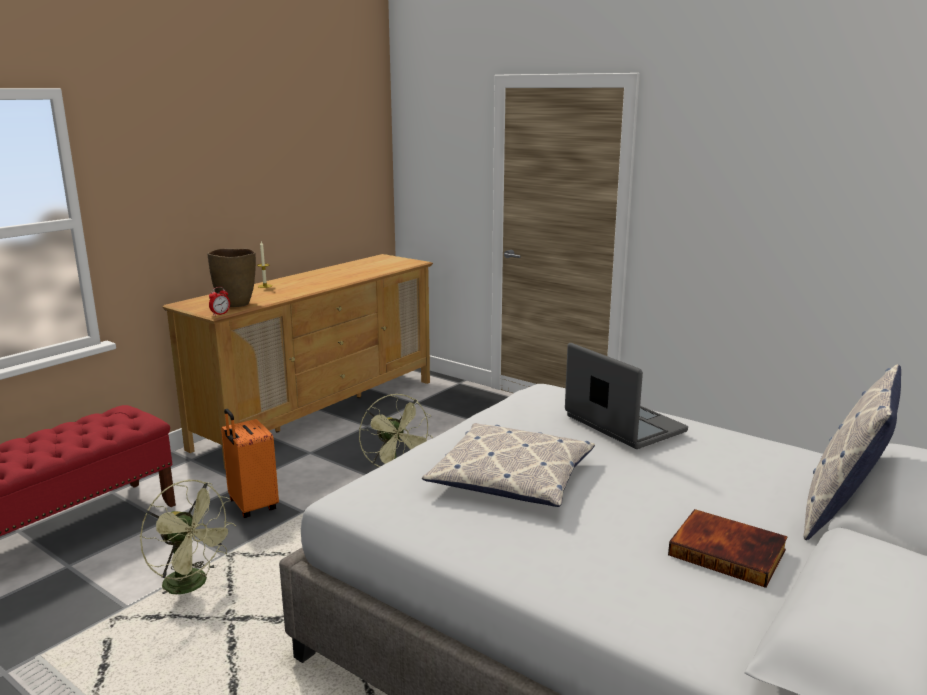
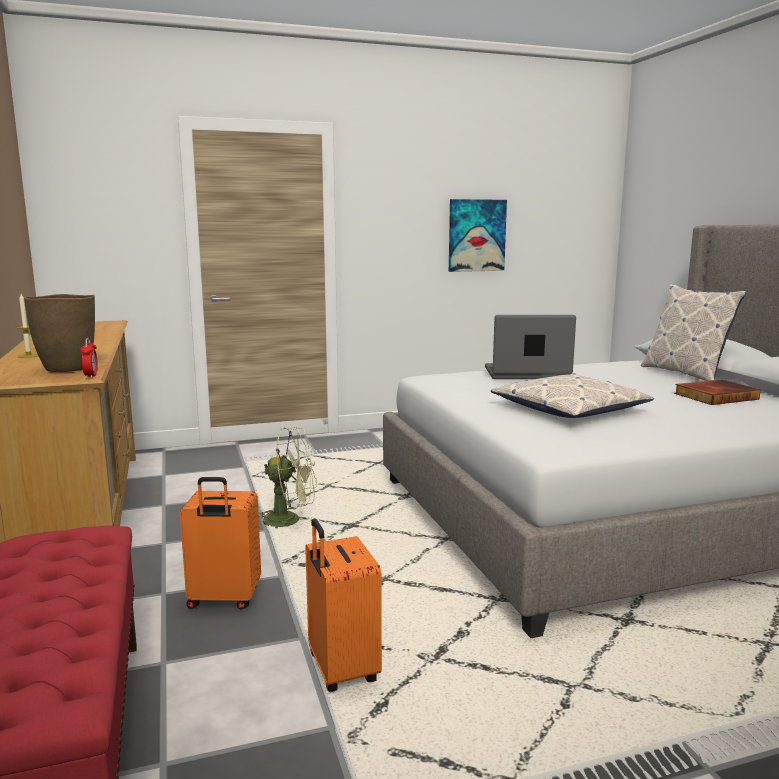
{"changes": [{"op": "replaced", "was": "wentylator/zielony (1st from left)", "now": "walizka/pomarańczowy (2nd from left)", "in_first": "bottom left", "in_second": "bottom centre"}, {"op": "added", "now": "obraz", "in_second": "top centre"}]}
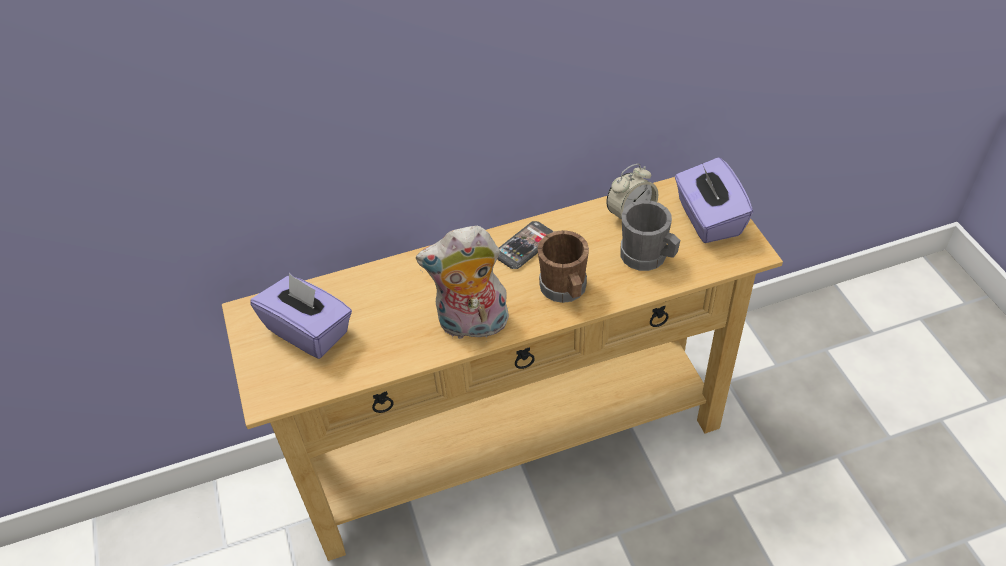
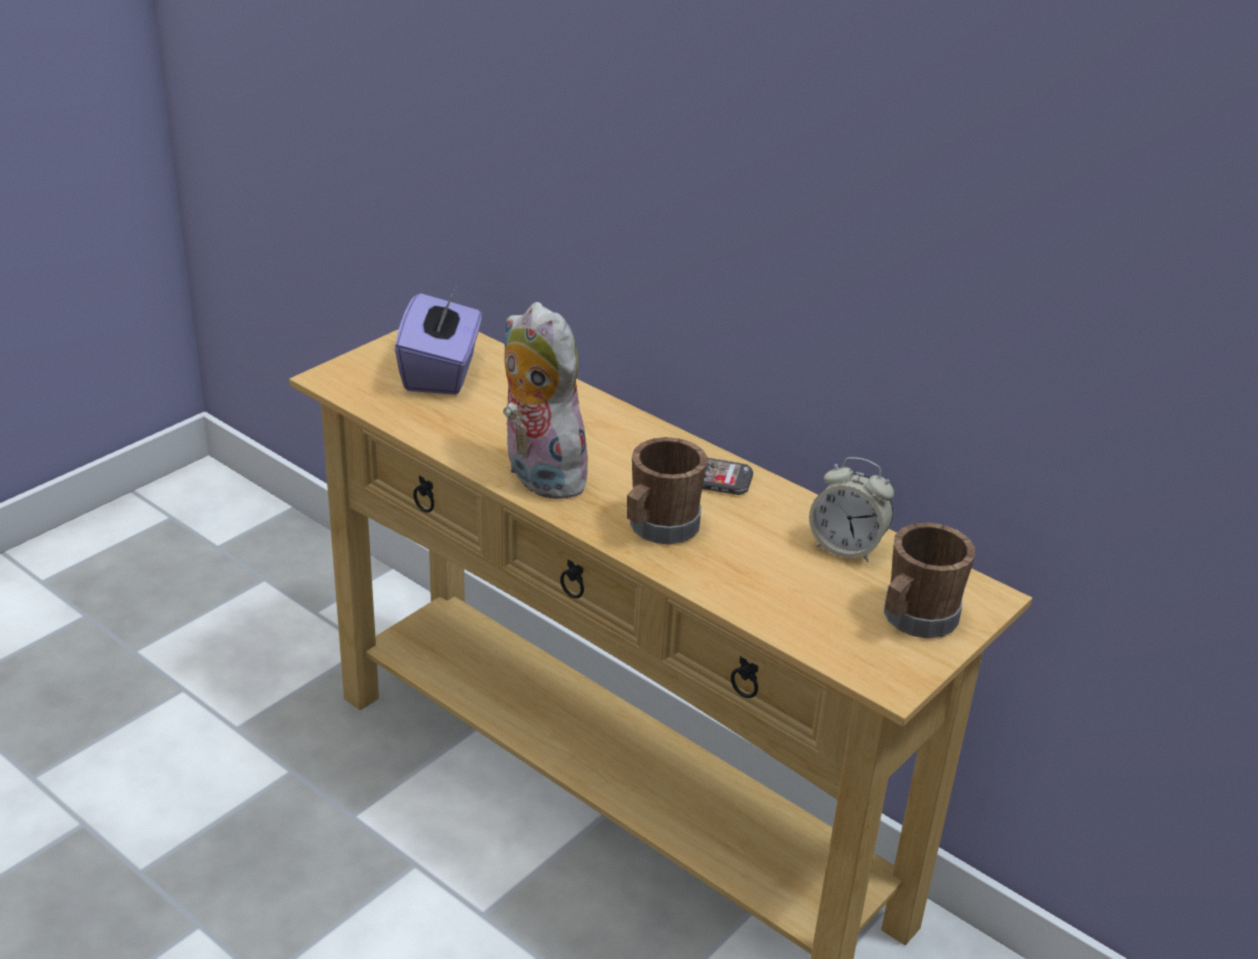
{"changes": [{"op": "replaced", "was": "pudełko chusteczek/fioletowy (2nd from left)", "now": "kubek/brązowy (2nd from left)", "in_first": "middle right", "in_second": "middle right"}, {"op": "removed", "was": "kubek/szary", "in_first": "centre"}]}
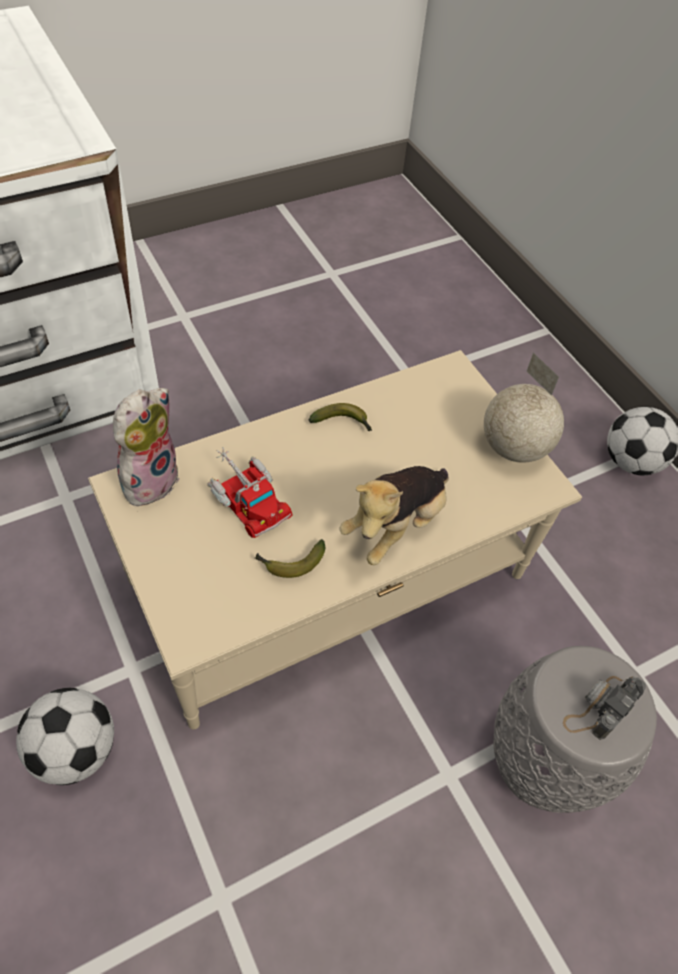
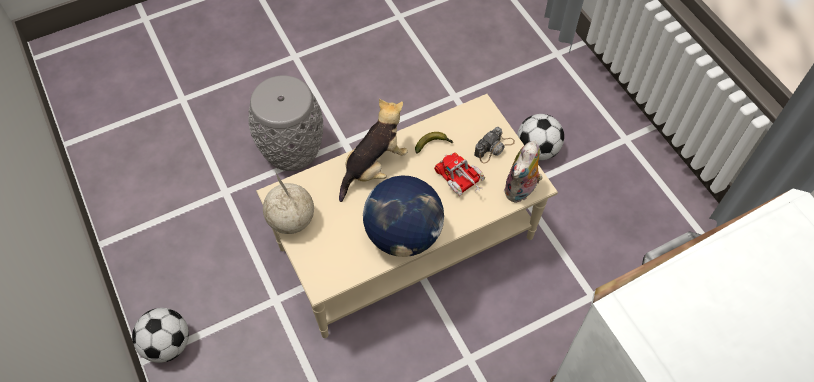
{"changes": [{"op": "replaced", "was": "banan (2nd from left)", "now": "globus (2nd from left)", "in_first": "centre", "in_second": "centre"}, {"op": "moved", "was": "aparat fotograficzny", "in_first": "bottom right", "in_second": "centre"}]}
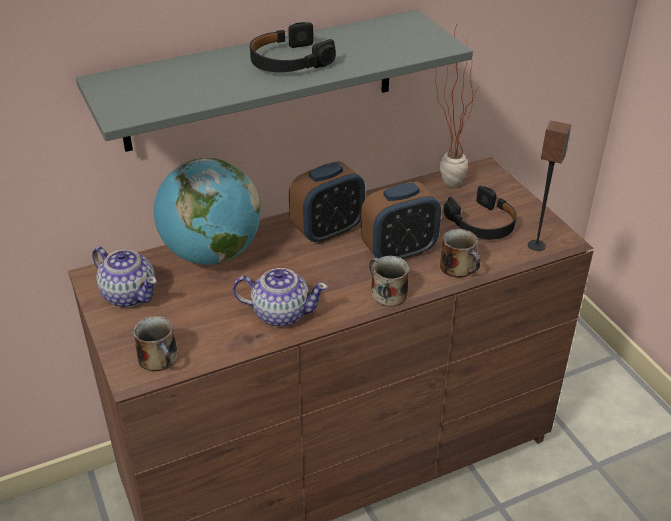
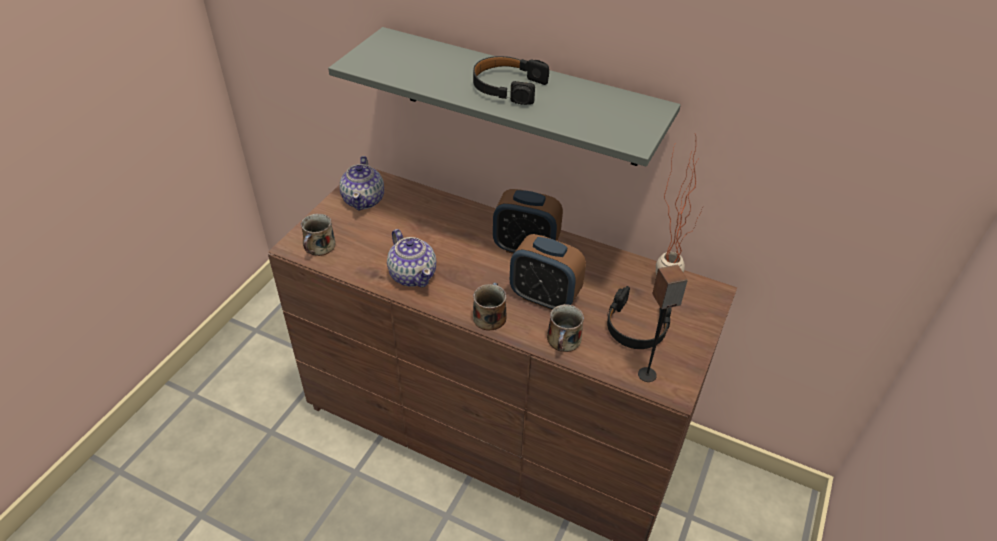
{"changes": [{"op": "removed", "was": "globus", "in_first": "middle left"}]}
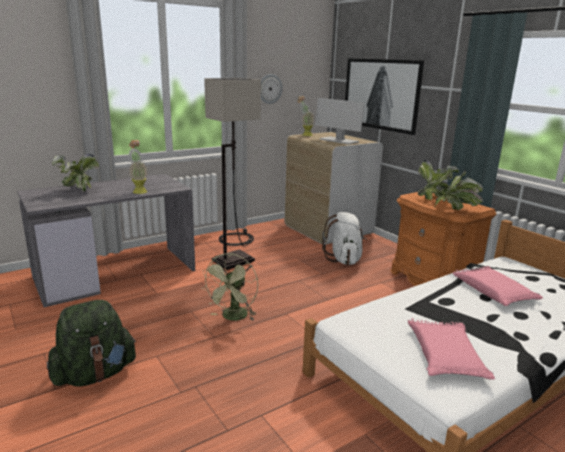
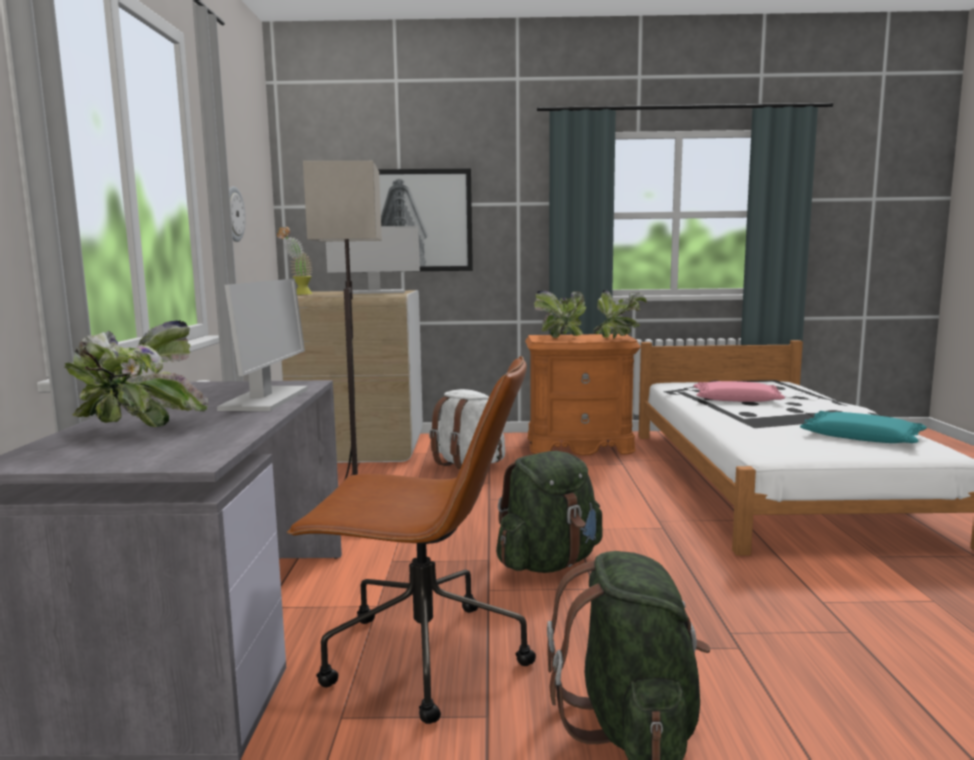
{"changes": [{"op": "replaced", "was": "roślina doniczkowa (2nd from left)", "now": "monitor (1st from left)", "in_first": "middle left", "in_second": "middle left"}, {"op": "replaced", "was": "wentylator/zielony", "now": "plecak/zielony (1st from left)", "in_first": "centre", "in_second": "bottom centre"}, {"op": "recoloured", "was": "poduszka/różowy (1st from left)", "now": "poduszka/turkusowy", "in_first": "bottom right", "in_second": "middle right"}, {"op": "added", "now": "krzesło biurowe/brązowy", "in_second": "bottom centre"}]}
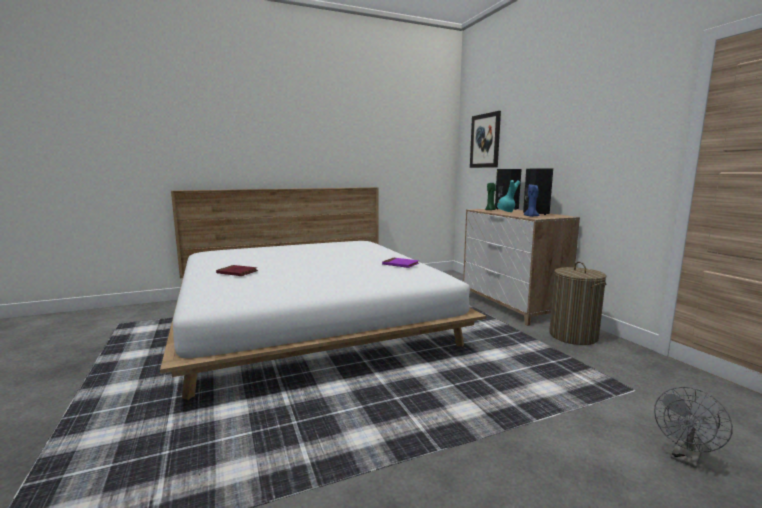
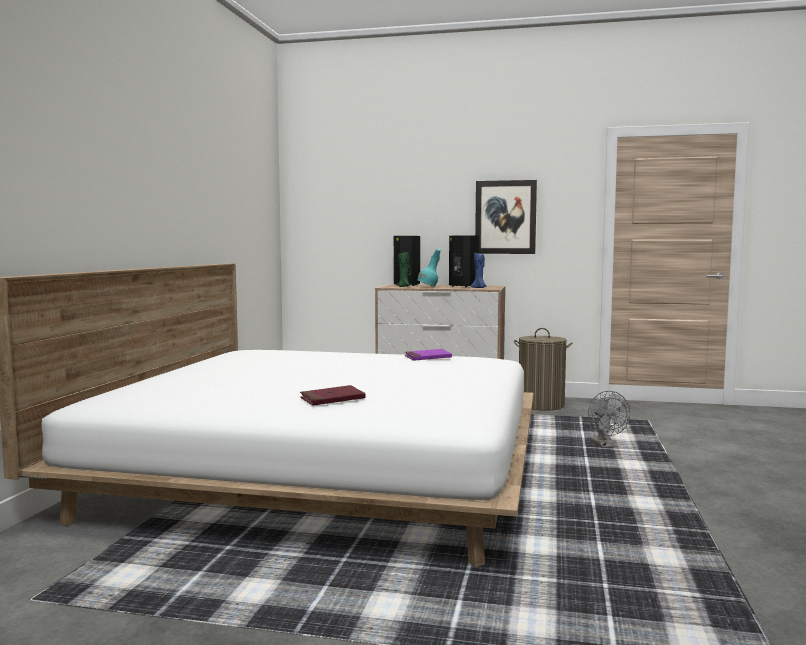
{"changes": [{"op": "moved", "was": "obraz", "in_first": "top centre", "in_second": "centre"}, {"op": "moved", "was": "wentylator/szary", "in_first": "bottom right", "in_second": "middle right"}]}
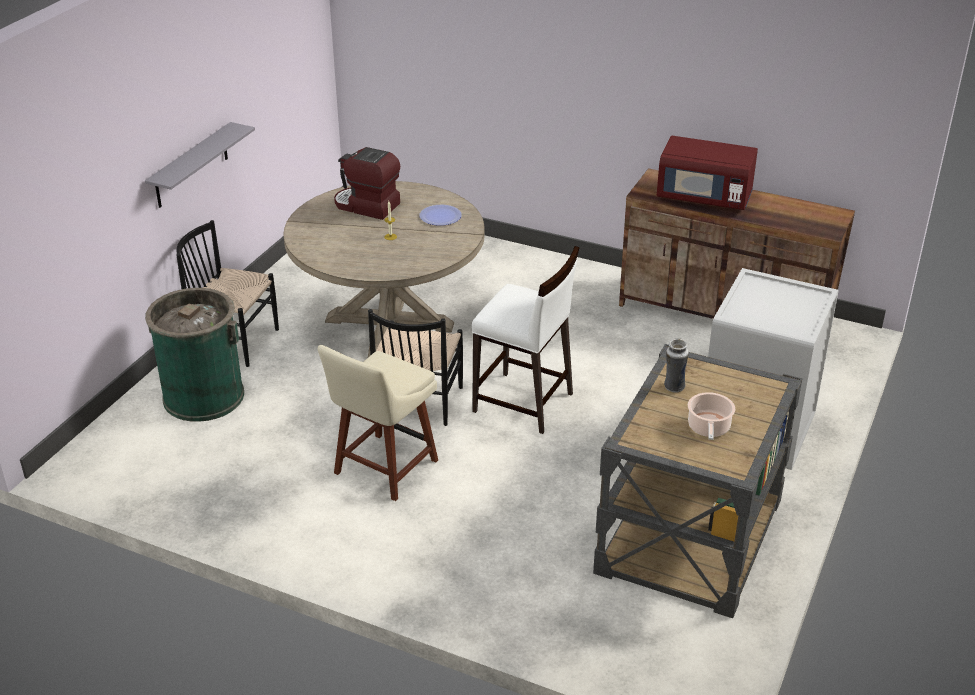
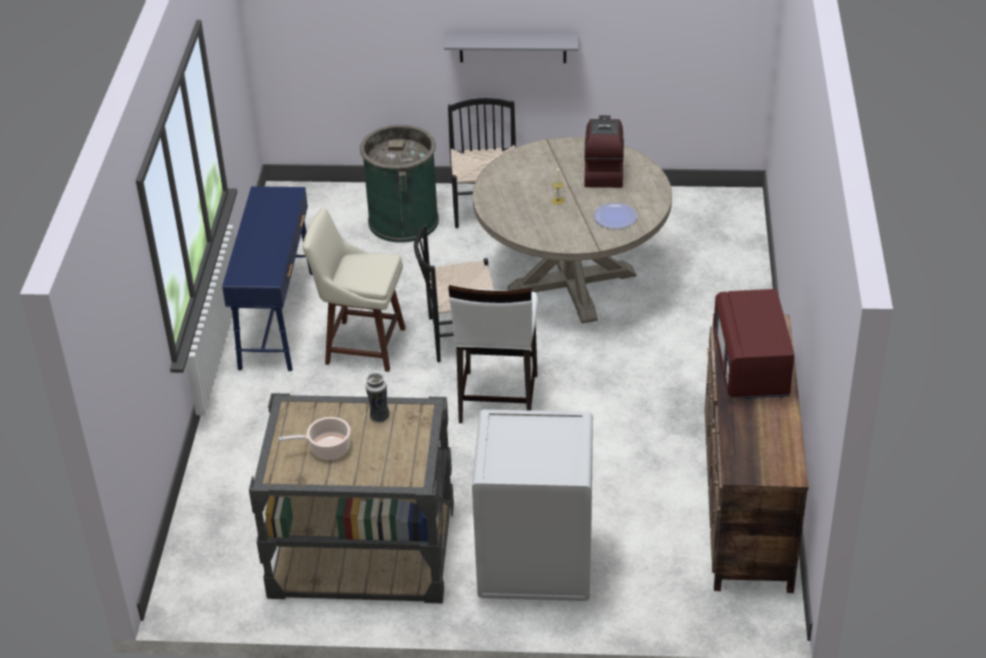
{"changes": [{"op": "added", "now": "stolik konsolowy/niebieski", "in_second": "middle left"}]}
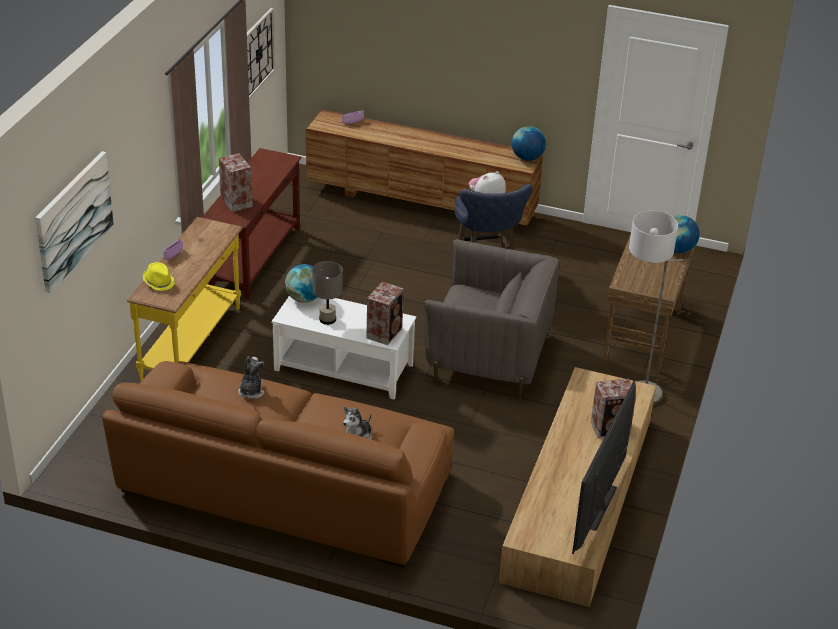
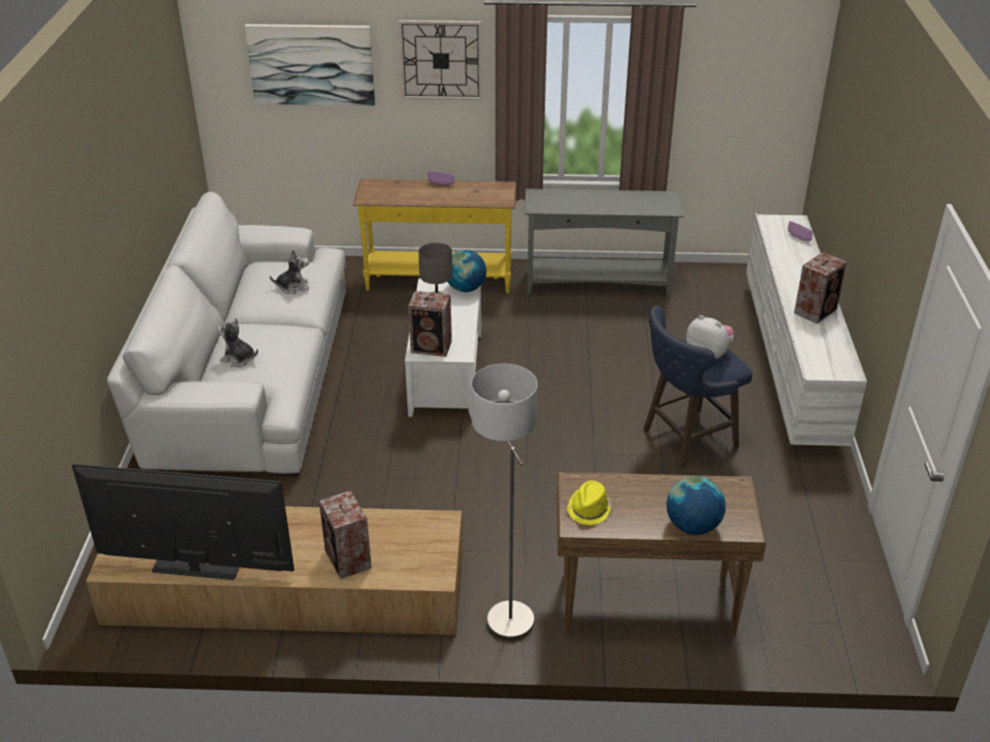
{"changes": [{"op": "moved", "was": "zegar ścienny", "in_first": "top left", "in_second": "top centre"}, {"op": "recoloured", "was": "szafka/brązowy", "now": "szafka/biały", "in_first": "top centre", "in_second": "middle right"}, {"op": "removed", "was": "globus (2nd from left)", "in_first": "top centre"}, {"op": "recoloured", "was": "stolik konsolowy/brązowy (1st from left)", "now": "stolik konsolowy/szary", "in_first": "middle left", "in_second": "top centre"}, {"op": "moved", "was": "głośnik (1st from left in the first image)", "now": "głośnik (3rd from left)", "in_first": "top left", "in_second": "middle right"}, {"op": "removed", "was": "fotel/szary", "in_first": "centre"}, {"op": "moved", "was": "kapelusz/żółty", "in_first": "middle left", "in_second": "bottom centre"}, {"op": "recoloured", "was": "kanapa/brązowy", "now": "kanapa/biały", "in_first": "bottom left", "in_second": "middle left"}]}
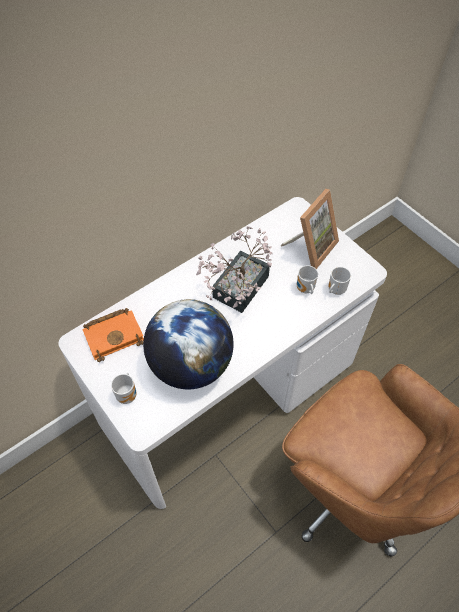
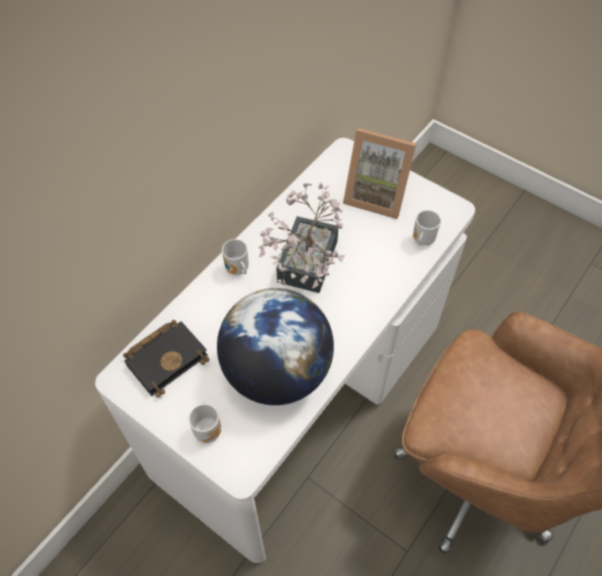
{"changes": [{"op": "turned", "was": "ramka na zdjęcie", "in_first": "middle right", "in_second": "top centre", "clockwise": 90}, {"op": "moved", "was": "kubek (2nd from left)", "in_first": "middle right", "in_second": "centre"}, {"op": "recoloured", "was": "książka/pomarańczowy", "now": "książka/czarny", "in_first": "middle left", "in_second": "middle left"}]}
